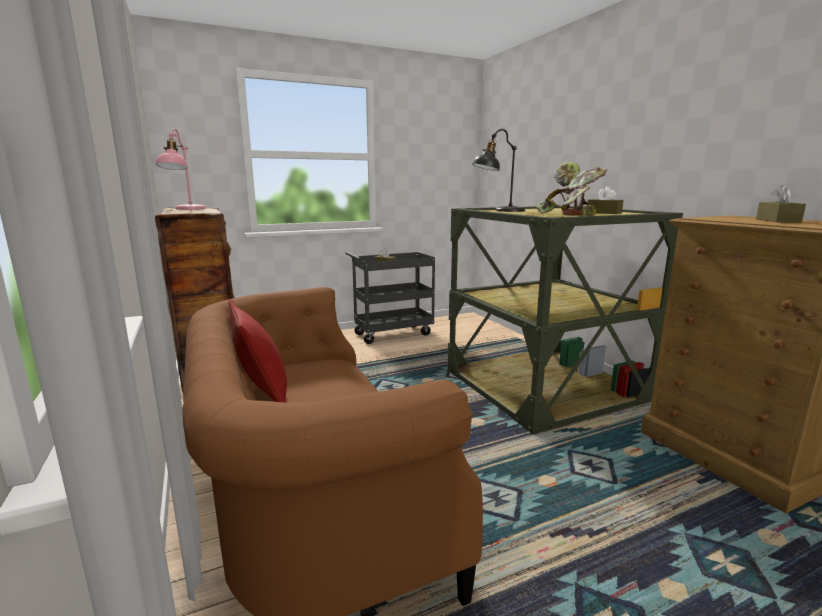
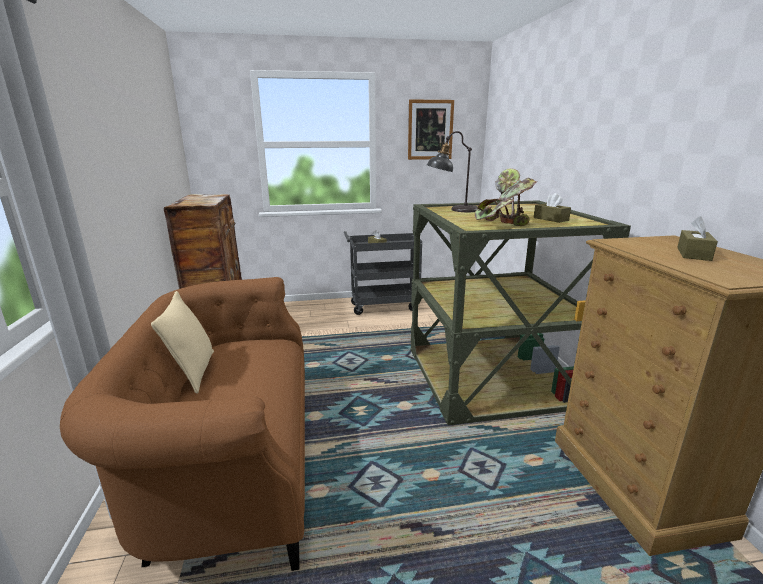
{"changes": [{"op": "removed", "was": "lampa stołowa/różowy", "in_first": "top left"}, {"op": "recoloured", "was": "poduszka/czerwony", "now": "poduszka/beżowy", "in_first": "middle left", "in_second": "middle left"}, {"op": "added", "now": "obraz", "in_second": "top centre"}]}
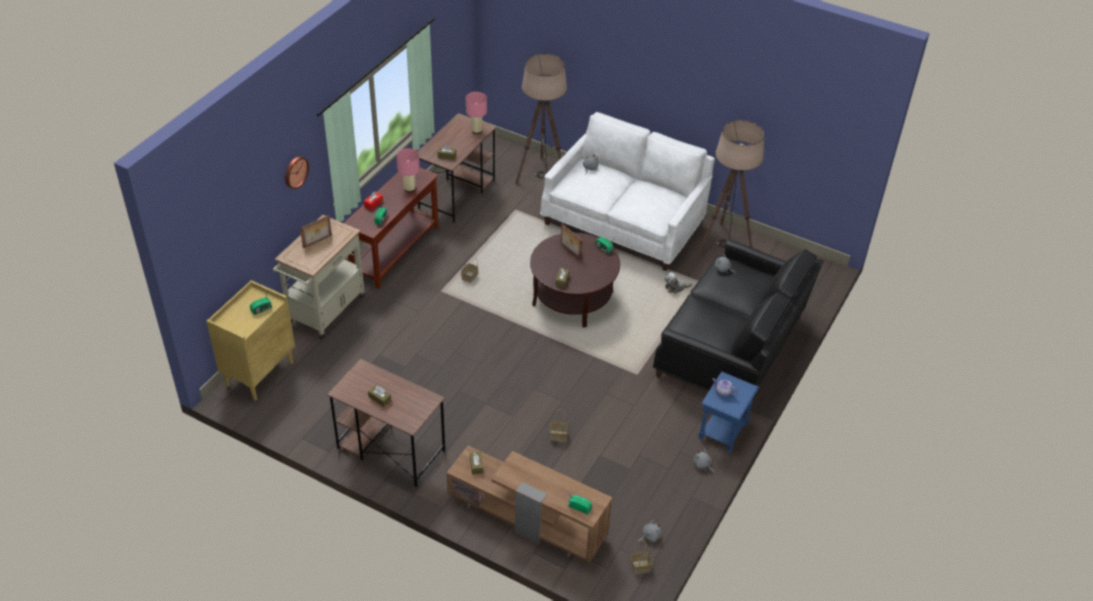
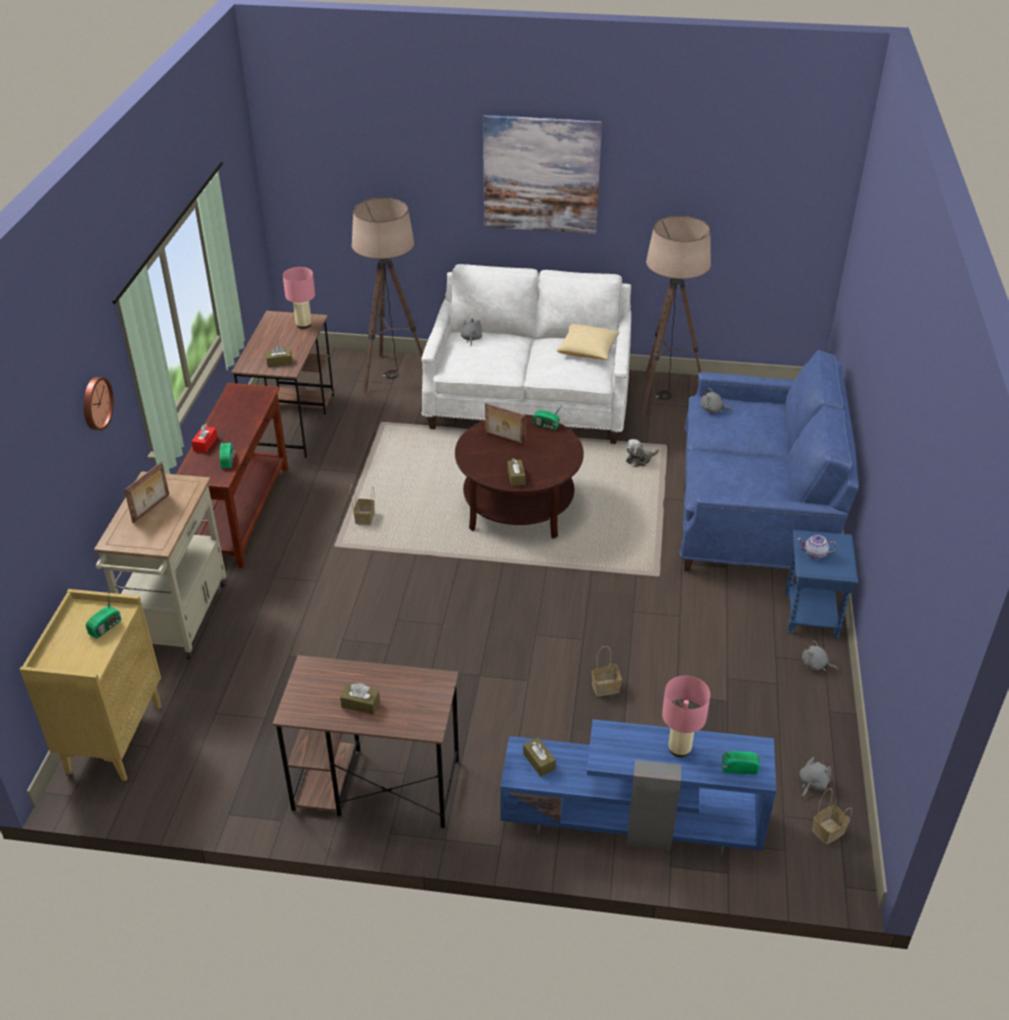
{"changes": [{"op": "moved", "was": "lampa stołowa/różowy (1st from left in the first image)", "now": "lampa stołowa/różowy (2nd from left)", "in_first": "top centre", "in_second": "bottom right"}, {"op": "recoloured", "was": "kanapa/czarny", "now": "kanapa/niebieski", "in_first": "middle right", "in_second": "middle right"}, {"op": "recoloured", "was": "szafka pod telewizor/brązowy", "now": "szafka pod telewizor/niebieski", "in_first": "bottom centre", "in_second": "bottom centre"}, {"op": "added", "now": "obraz", "in_second": "top centre"}, {"op": "added", "now": "poduszka", "in_second": "centre"}]}
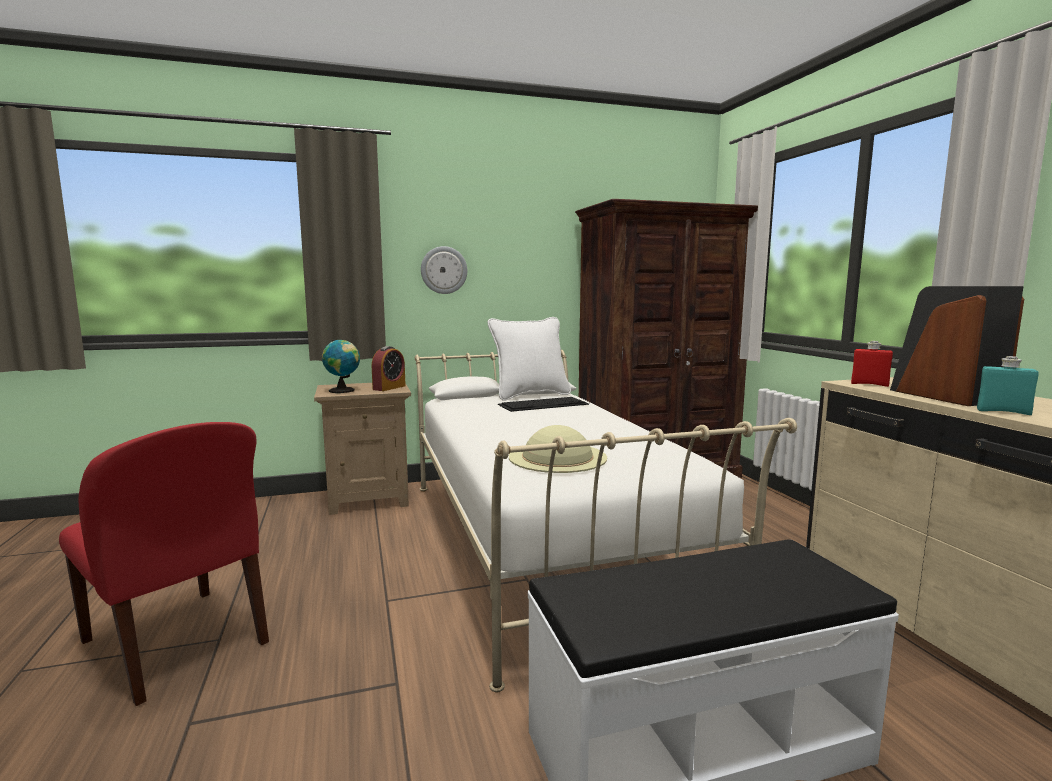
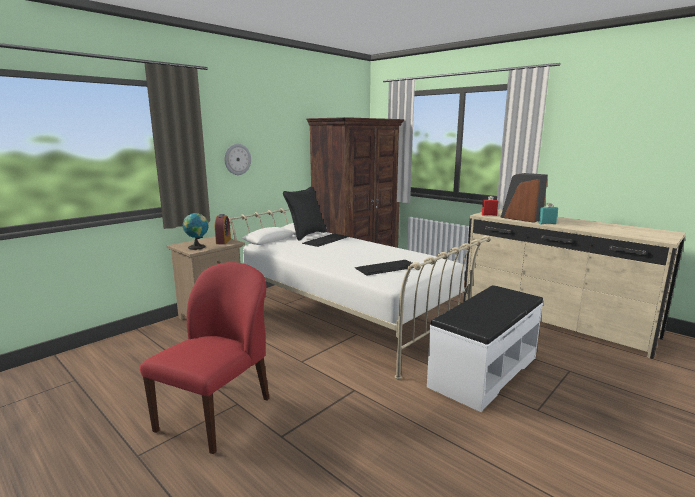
{"changes": [{"op": "recoloured", "was": "poduszka/biały", "now": "poduszka/czarny", "in_first": "centre", "in_second": "centre"}, {"op": "turned", "was": "krzesło/czerwony", "in_first": "bottom left", "in_second": "bottom left", "clockwise": -75}, {"op": "replaced", "was": "kapelusz/beżowy", "now": "klawiatura (2nd from left)", "in_first": "centre", "in_second": "centre"}]}
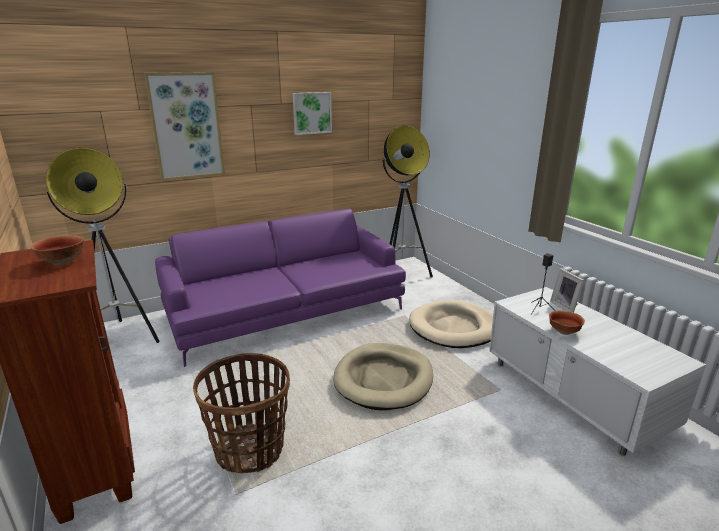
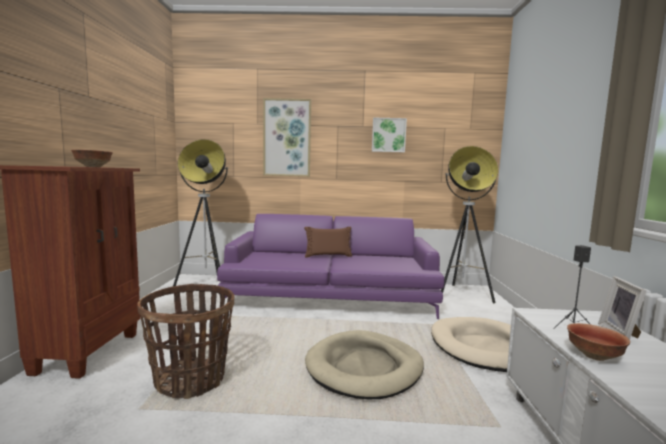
{"changes": [{"op": "added", "now": "poduszka/brązowy", "in_second": "centre"}]}
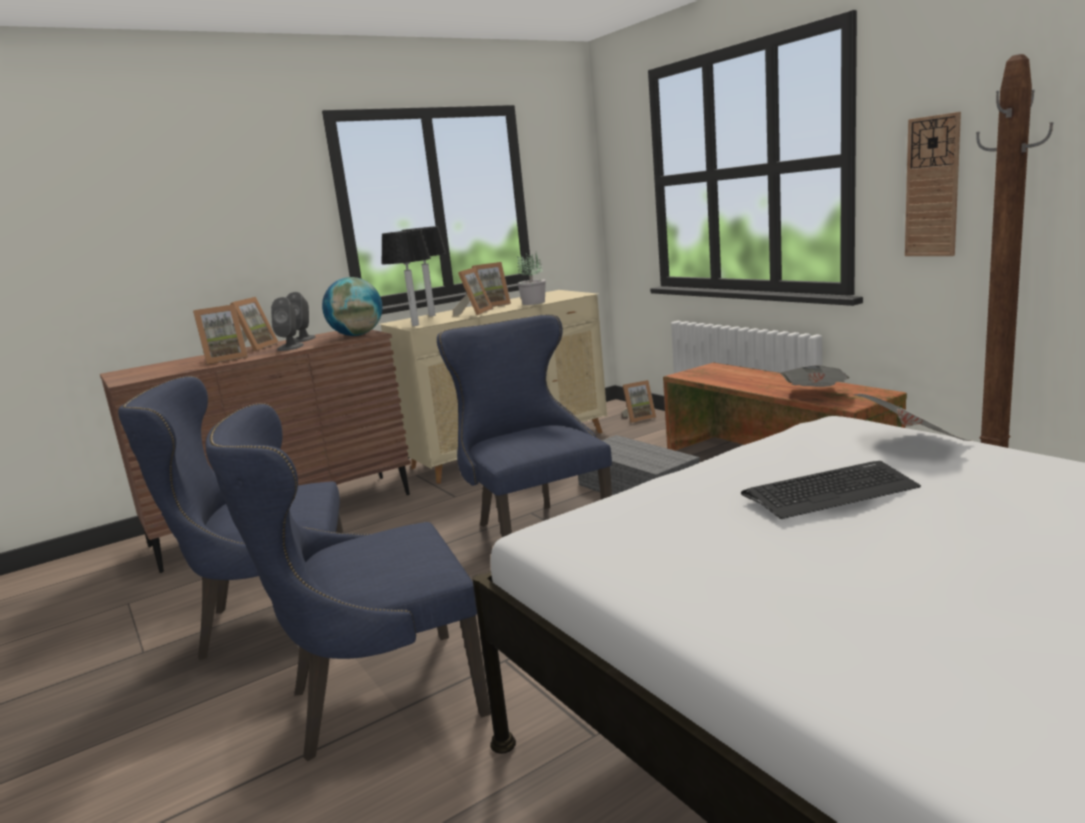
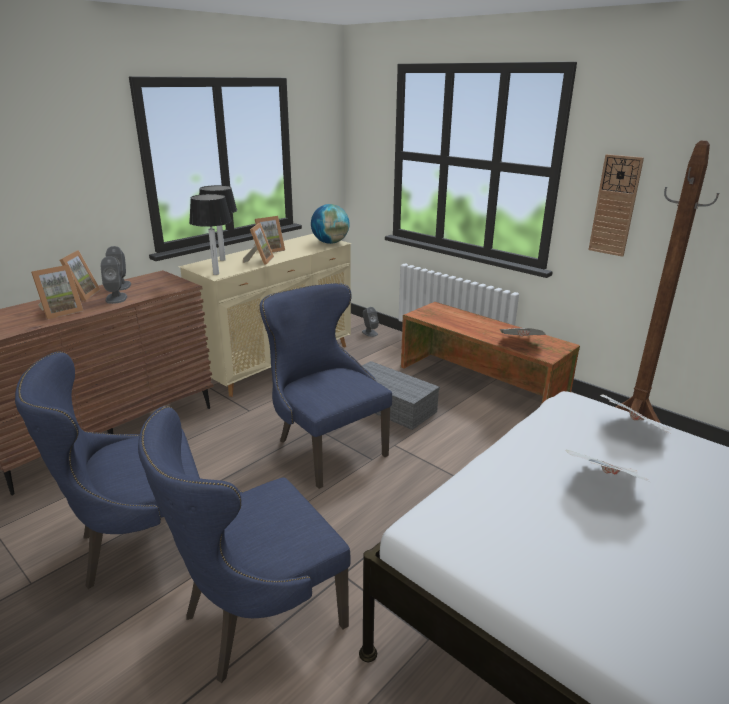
{"changes": [{"op": "removed", "was": "roślina doniczkowa", "in_first": "centre"}, {"op": "moved", "was": "globus", "in_first": "middle left", "in_second": "top centre"}, {"op": "replaced", "was": "ramka na zdjęcie (5th from left)", "now": "głośnik/szary (3rd from left)", "in_first": "centre", "in_second": "centre"}, {"op": "replaced", "was": "klawiatura", "now": "gazeta (2nd from left)", "in_first": "middle right", "in_second": "middle right"}]}
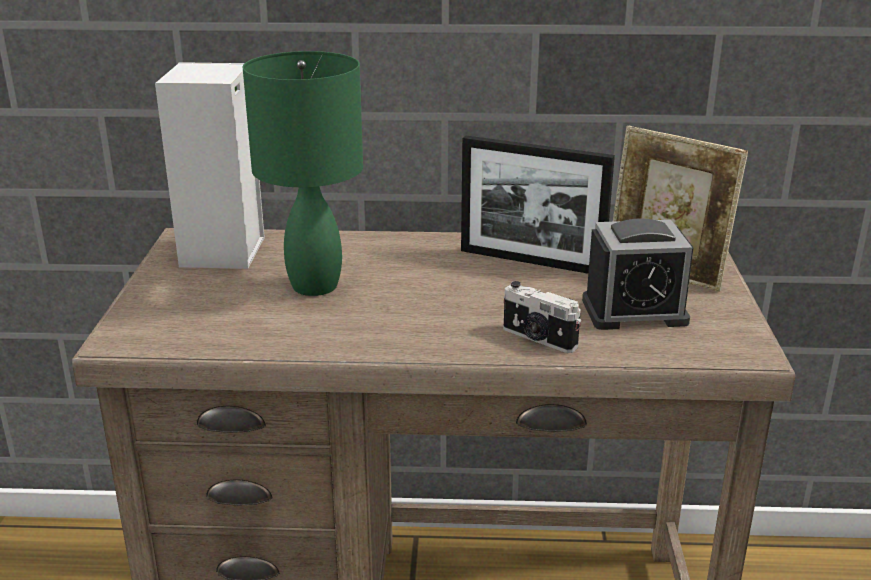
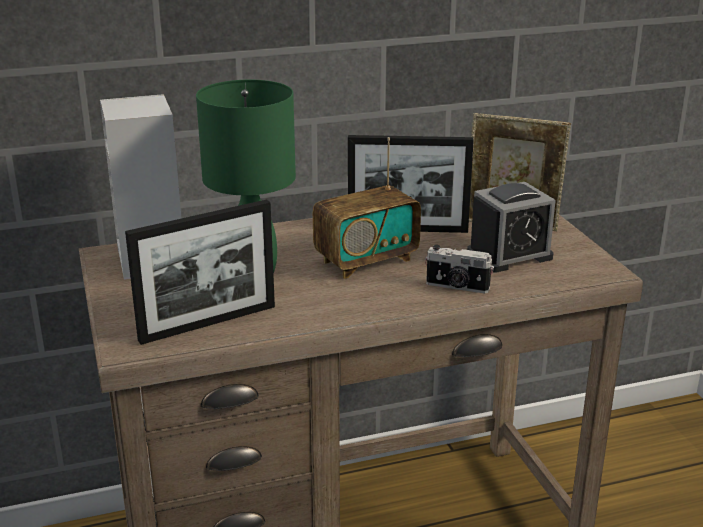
{"changes": [{"op": "added", "now": "radio", "in_second": "centre"}, {"op": "added", "now": "ramka na zdjęcie (1st from left)", "in_second": "middle left"}]}
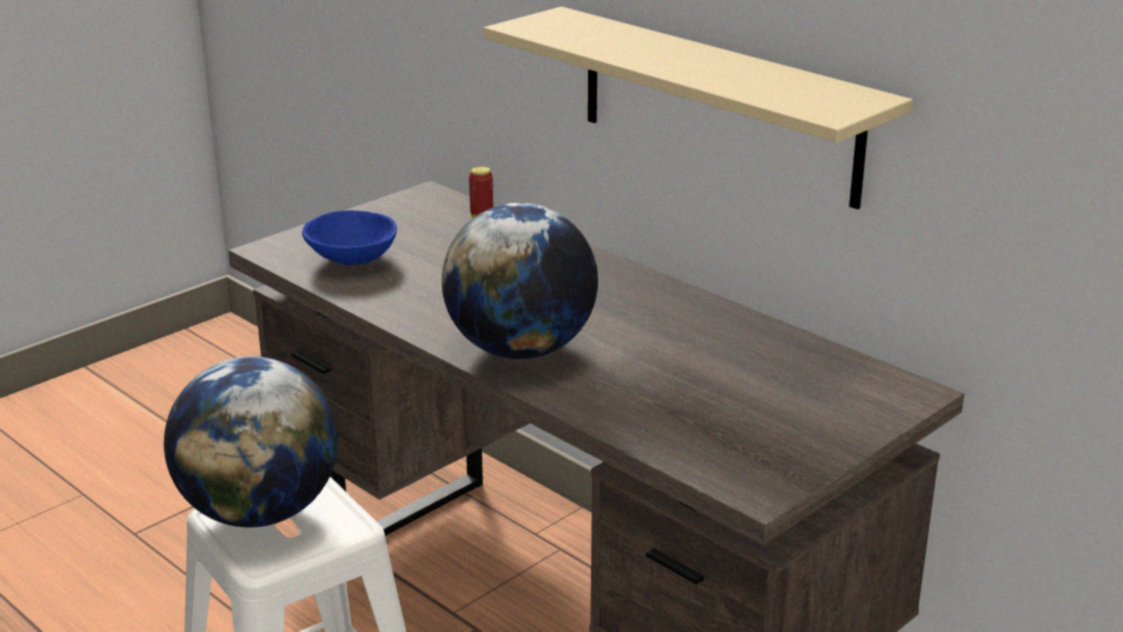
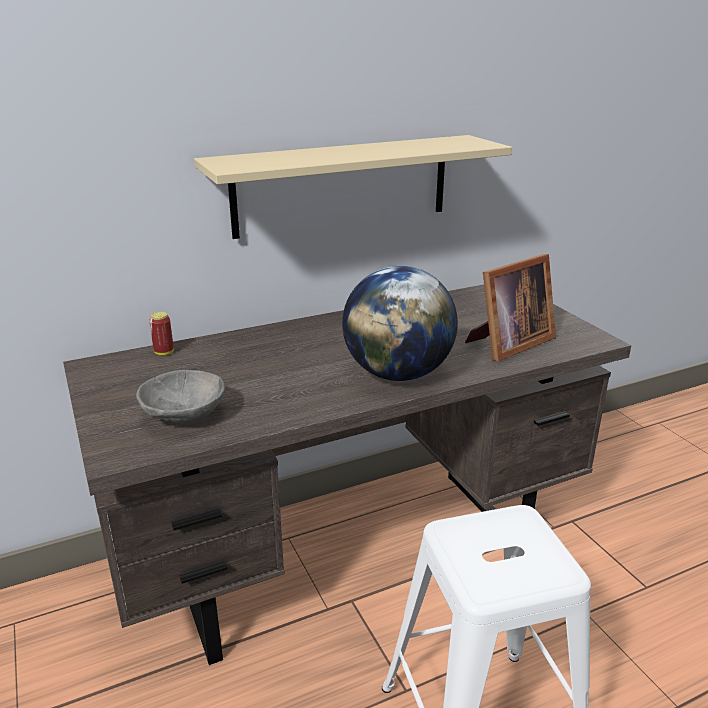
{"changes": [{"op": "recoloured", "was": "miska/niebieski", "now": "miska/szary", "in_first": "middle left", "in_second": "middle left"}, {"op": "removed", "was": "globus (1st from left)", "in_first": "bottom left"}, {"op": "added", "now": "ramka na zdjęcie", "in_second": "middle right"}]}
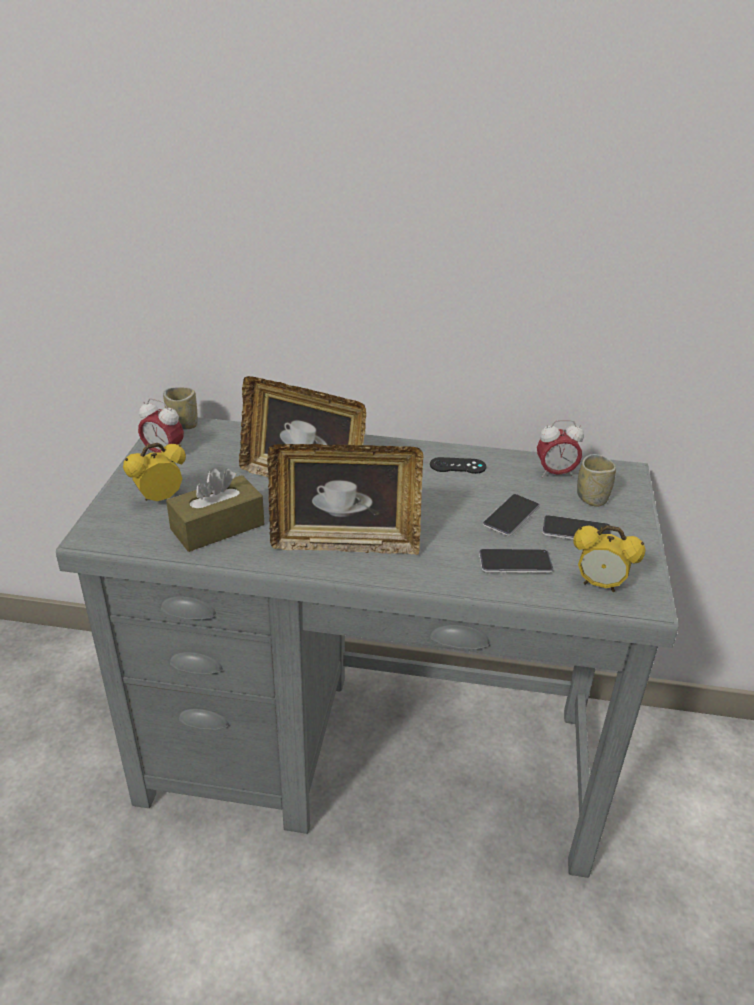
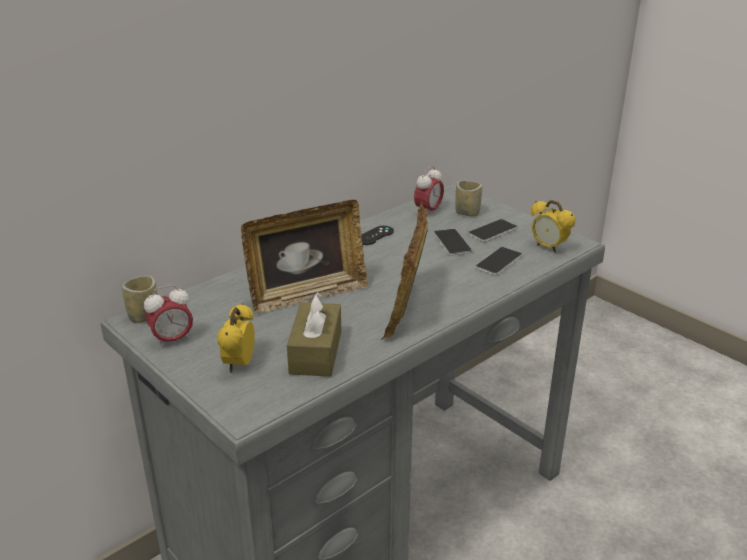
{"changes": [{"op": "turned", "was": "ramka na zdjęcie (2nd from left)", "in_first": "centre", "in_second": "centre", "clockwise": 150}, {"op": "turned", "was": "budzik (4th from left)", "in_first": "middle right", "in_second": "middle right", "clockwise": 75}]}
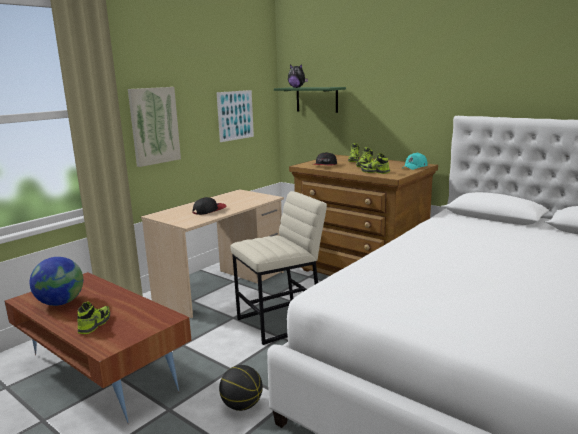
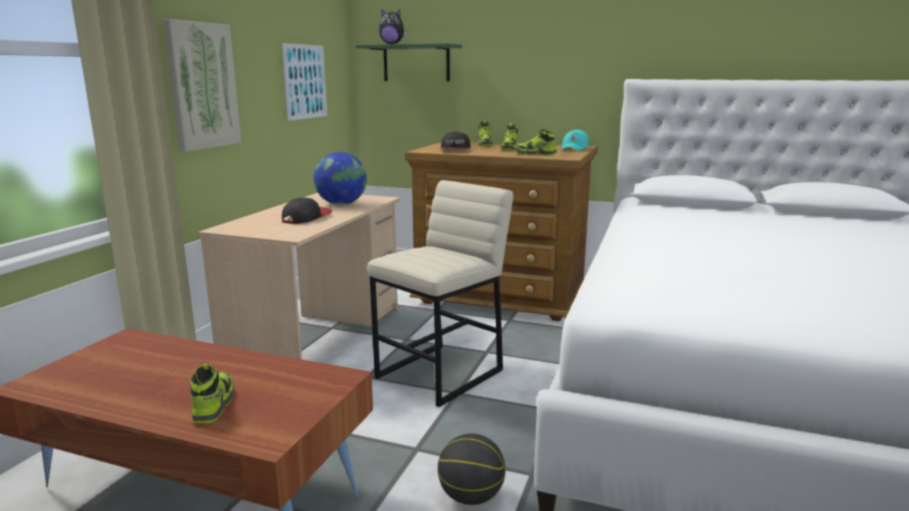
{"changes": [{"op": "moved", "was": "globus", "in_first": "middle left", "in_second": "centre"}]}
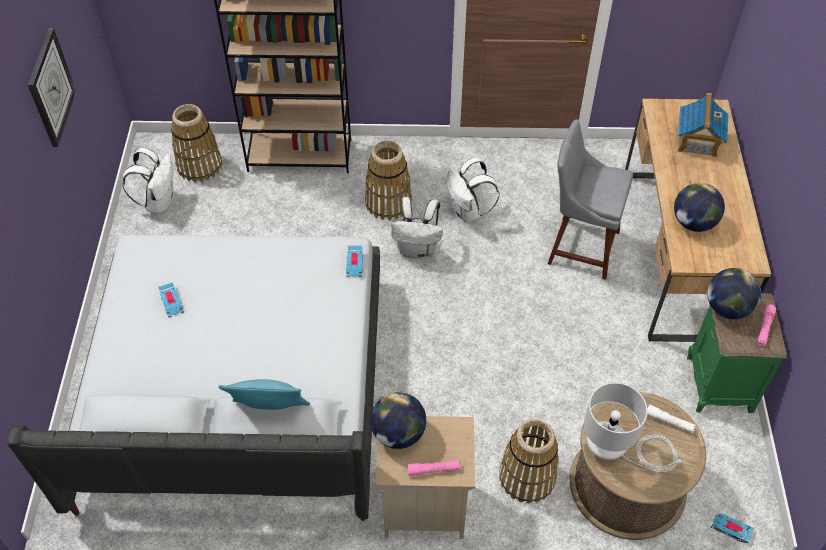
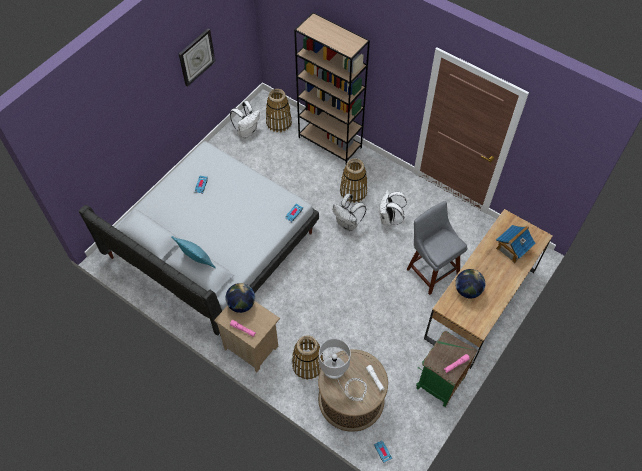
{"changes": [{"op": "removed", "was": "globus (3rd from left)", "in_first": "middle right"}]}
